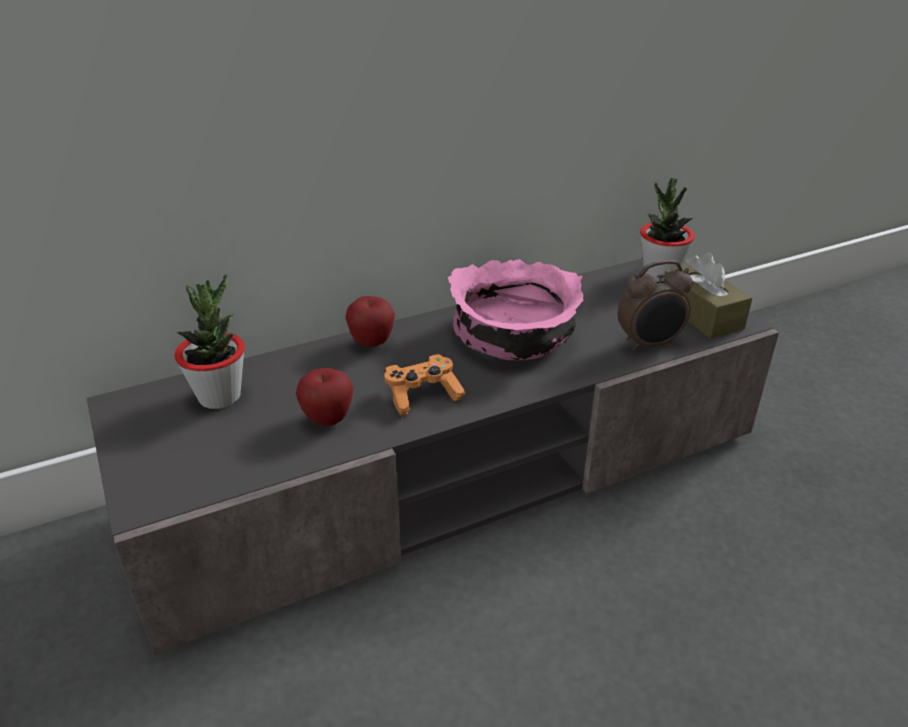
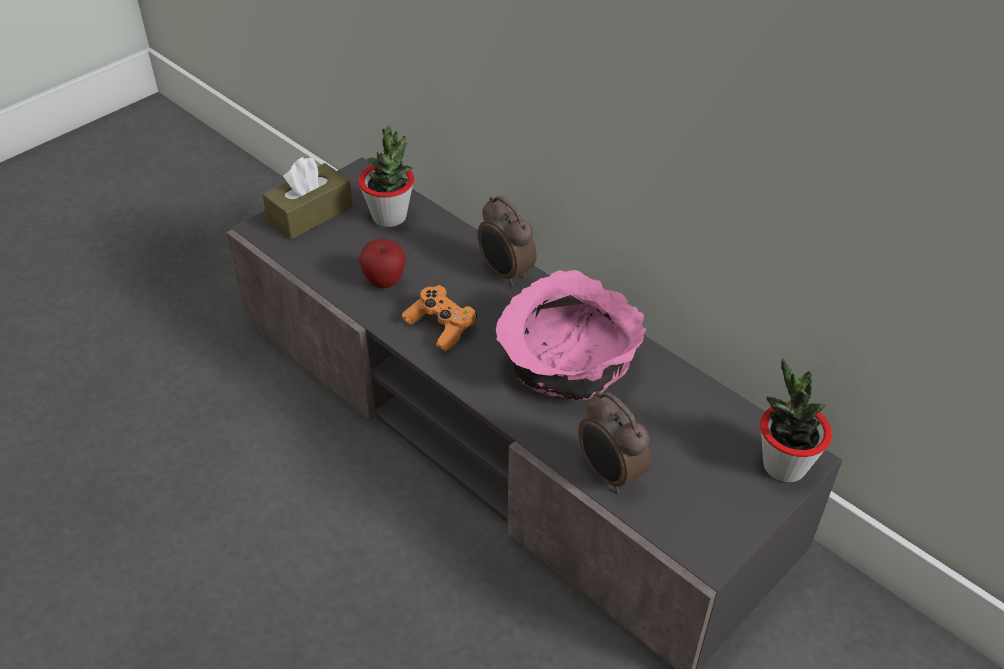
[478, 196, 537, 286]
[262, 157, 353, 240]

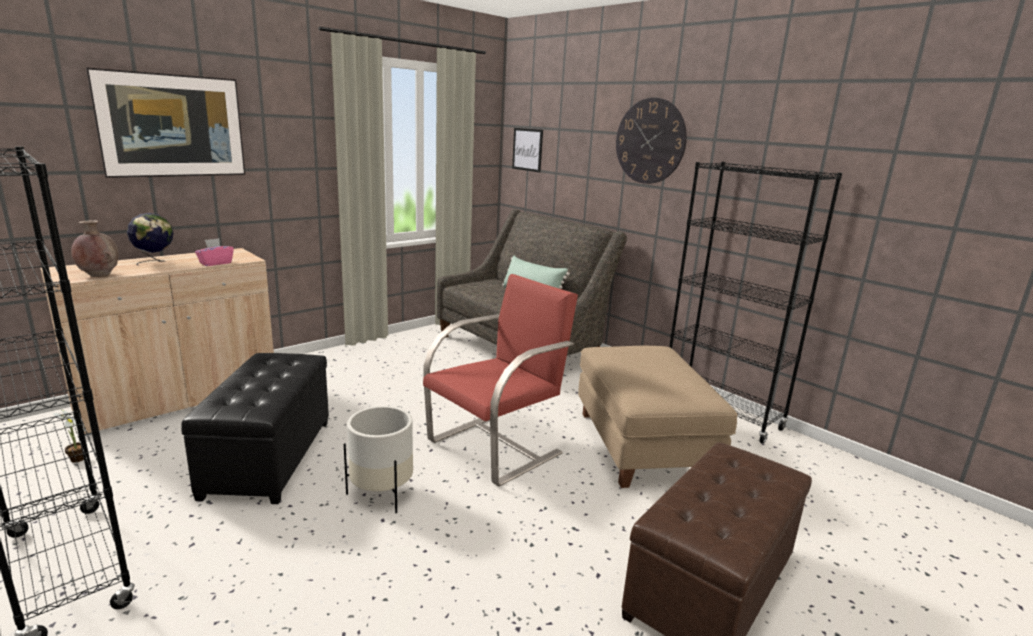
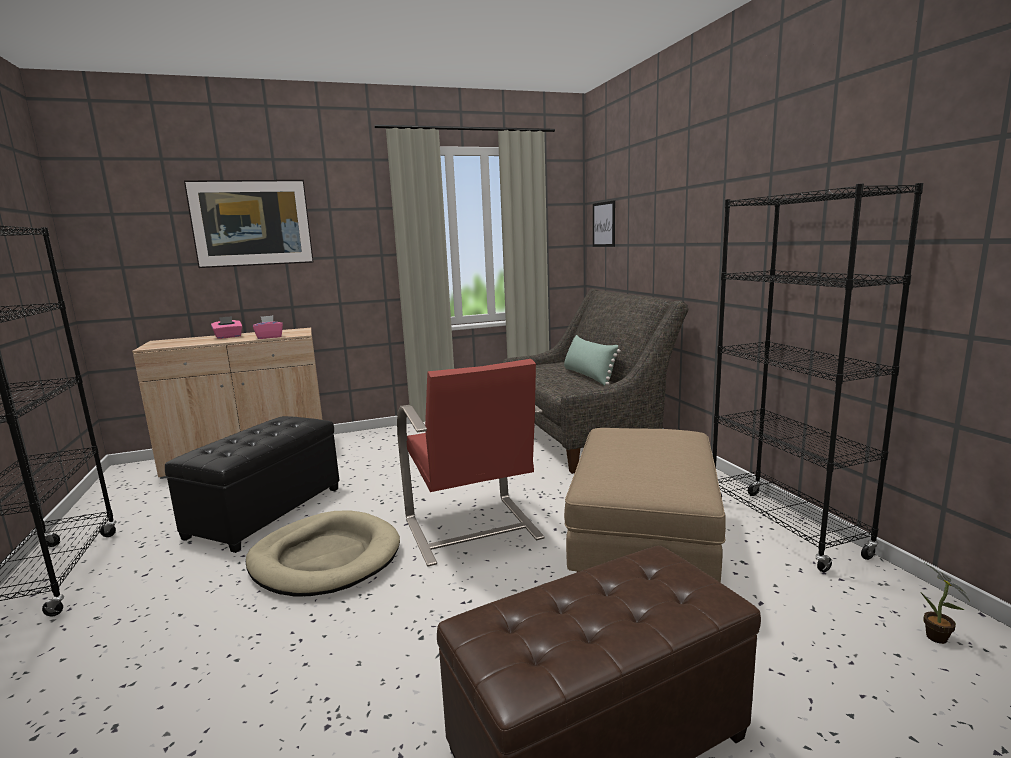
[921, 563, 970, 644]
[71, 220, 119, 277] (first image)
[211, 316, 242, 339]
[246, 510, 400, 597]
[397, 359, 545, 566]
[616, 97, 687, 184] (first image)

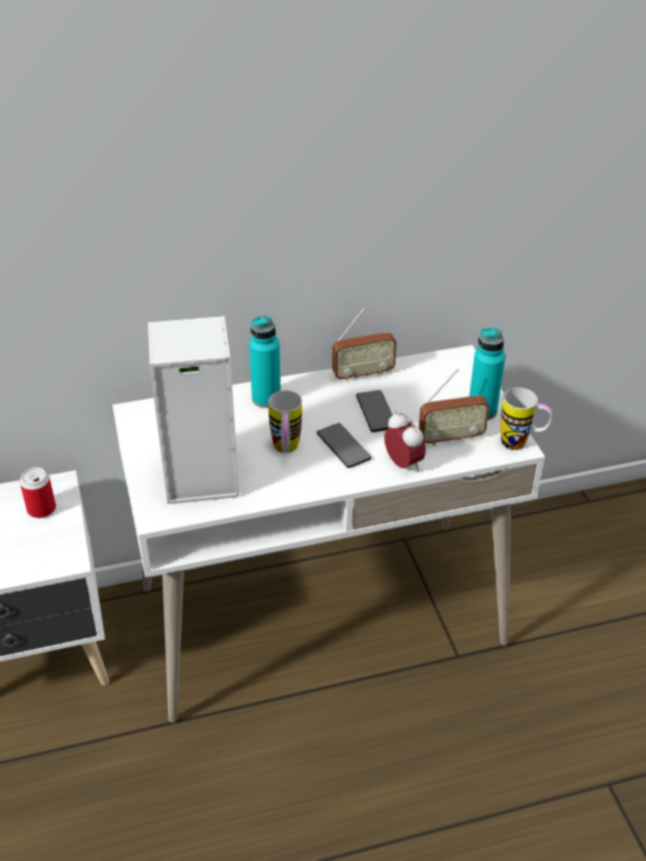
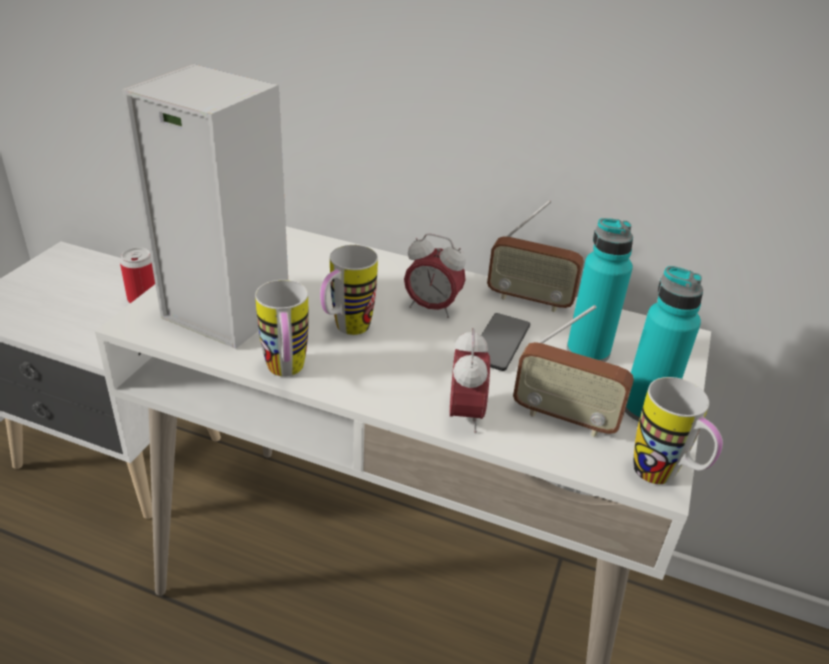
[567, 218, 633, 362]
[317, 423, 371, 468] (first image)
[255, 280, 309, 377]
[404, 233, 466, 318]

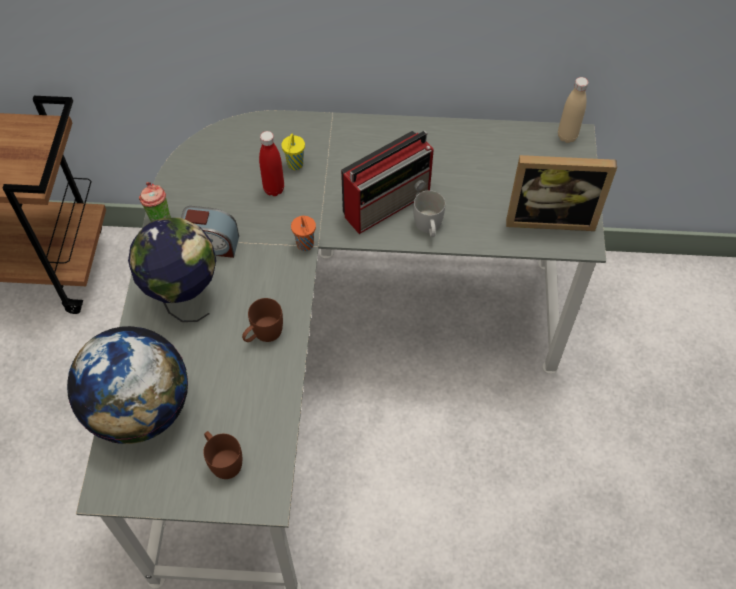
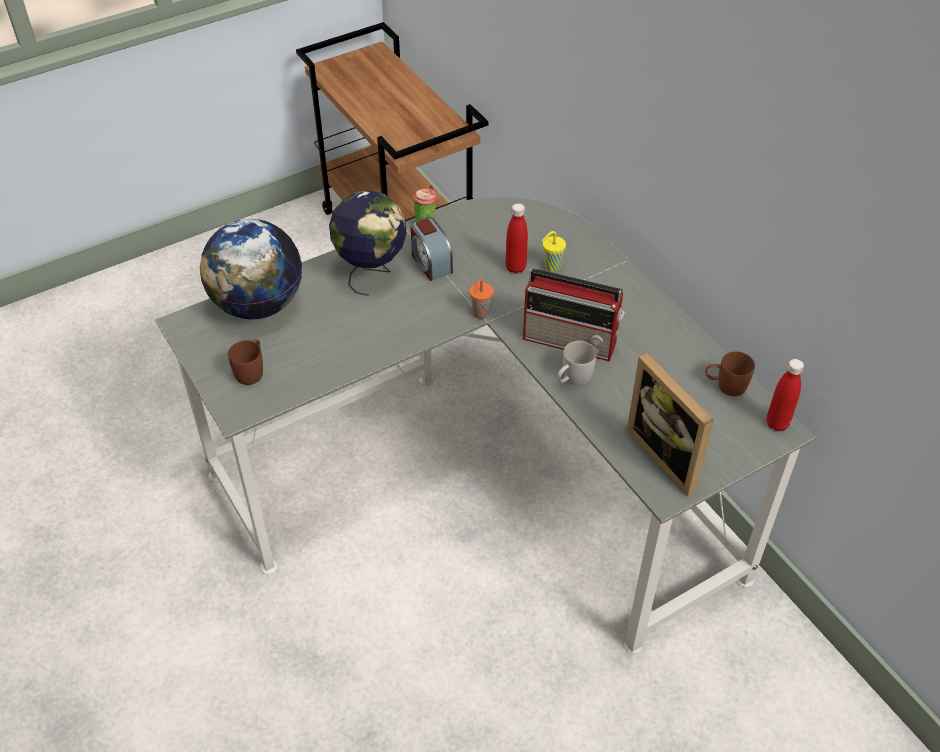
[705, 351, 755, 396]
[767, 359, 804, 431]

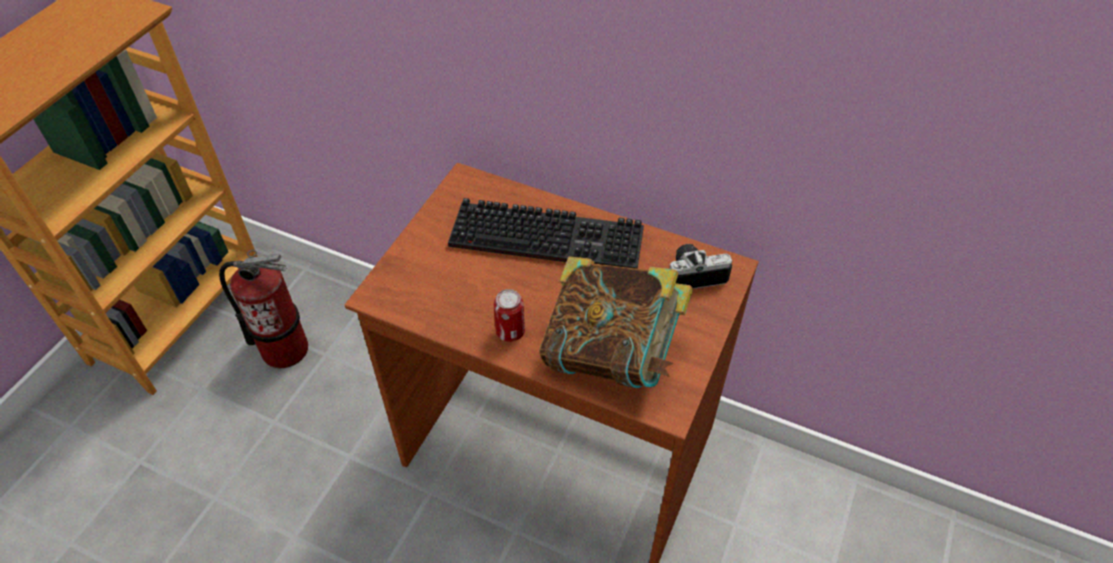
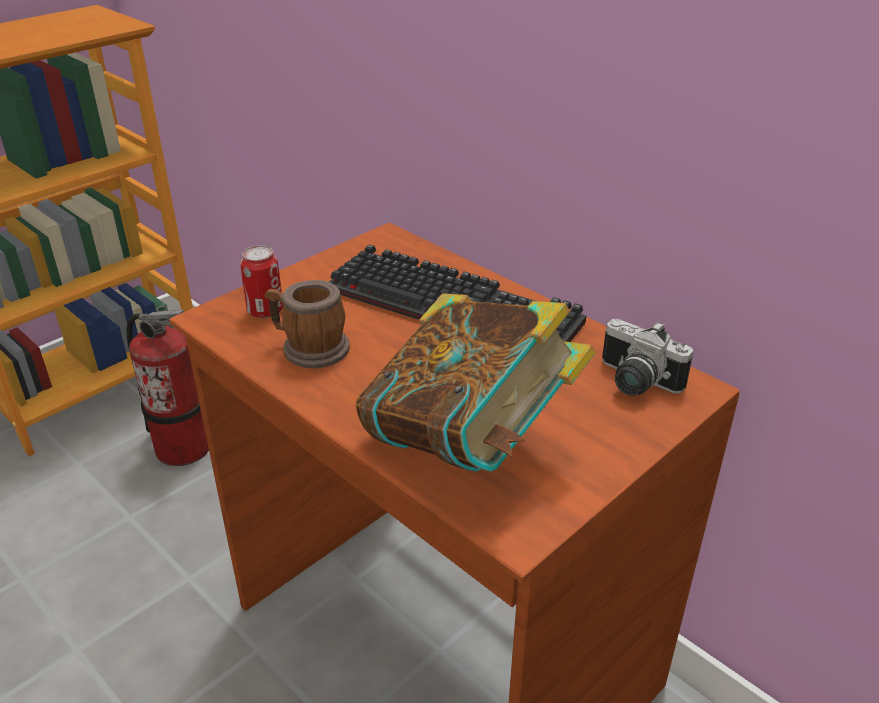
[240, 245, 283, 318]
[602, 319, 693, 396]
[265, 280, 350, 368]

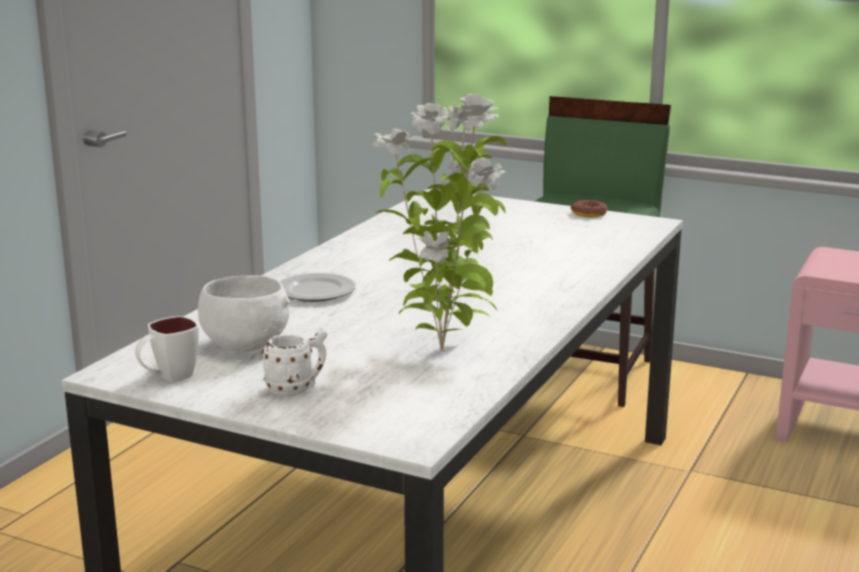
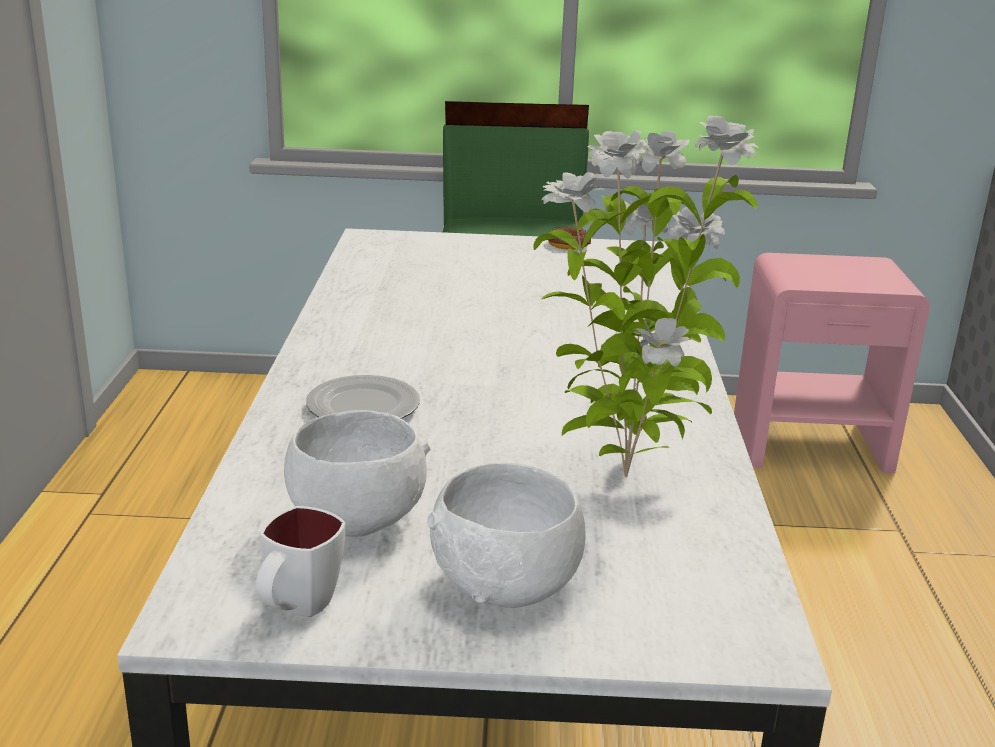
[427, 463, 586, 608]

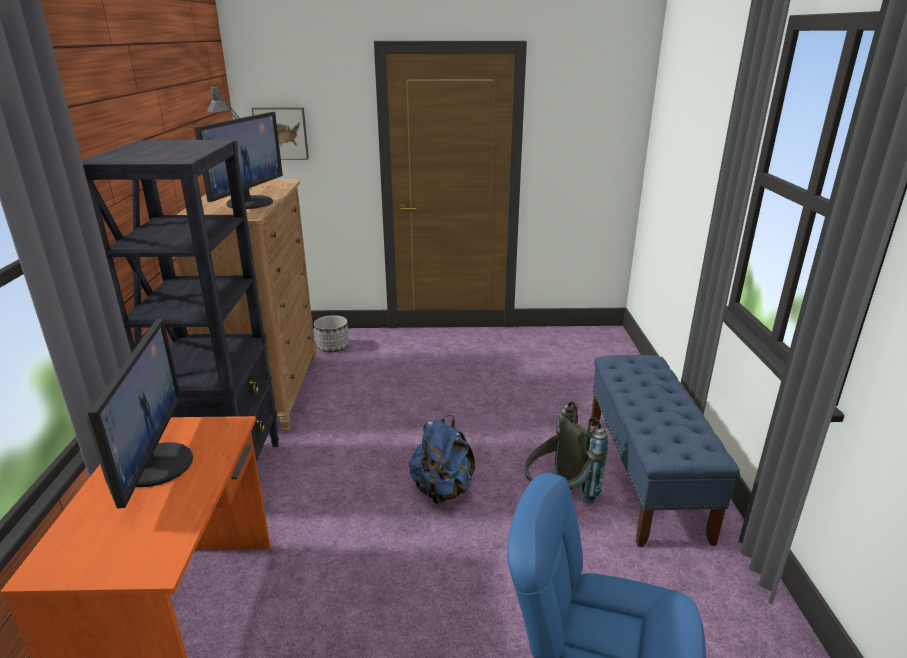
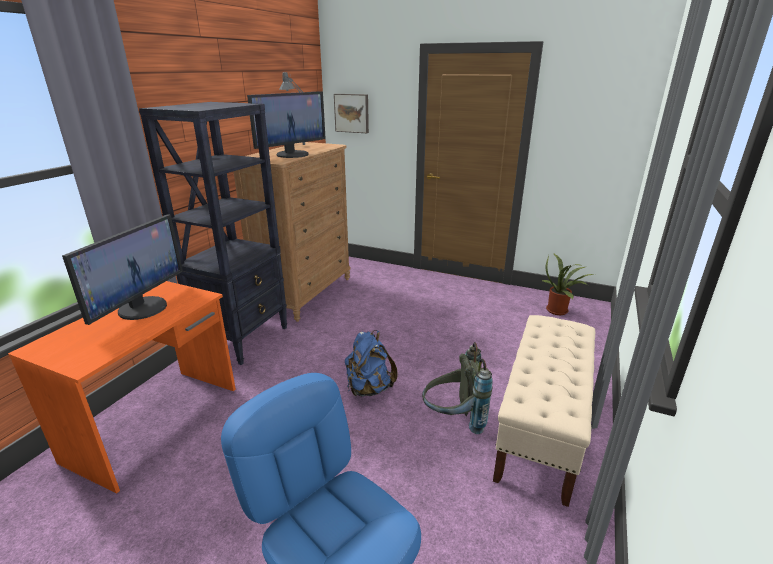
[314, 315, 349, 352] (first image)
[493, 315, 595, 507]
[542, 253, 595, 315]

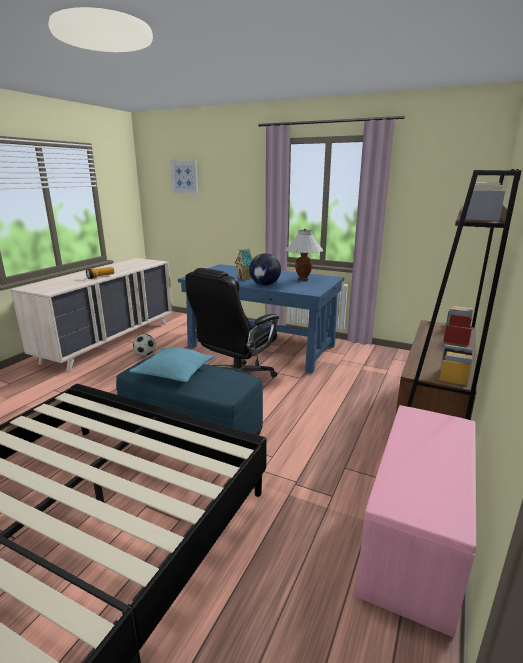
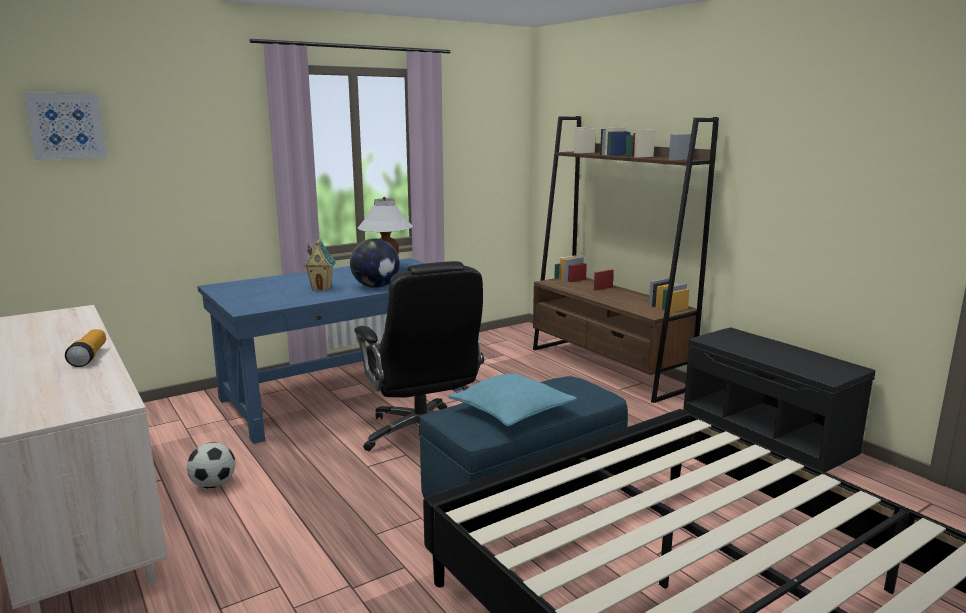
[683, 328, 875, 472]

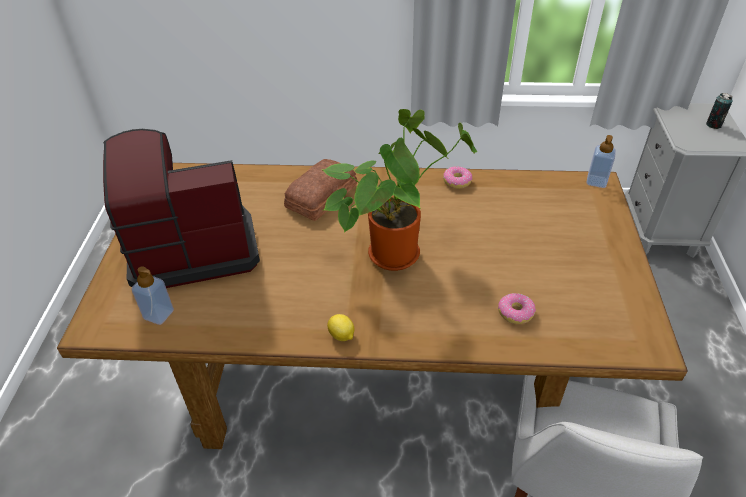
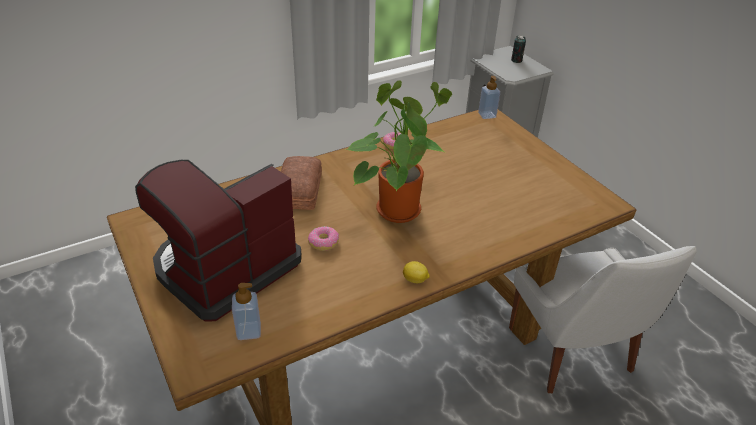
[308, 226, 339, 251]

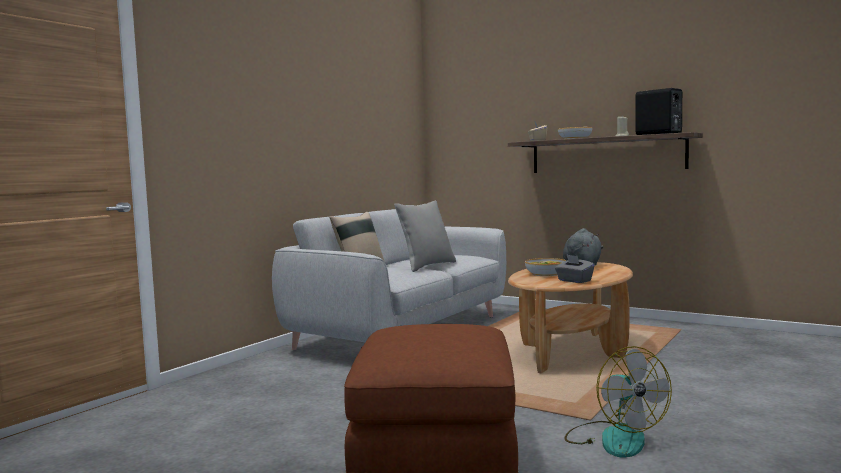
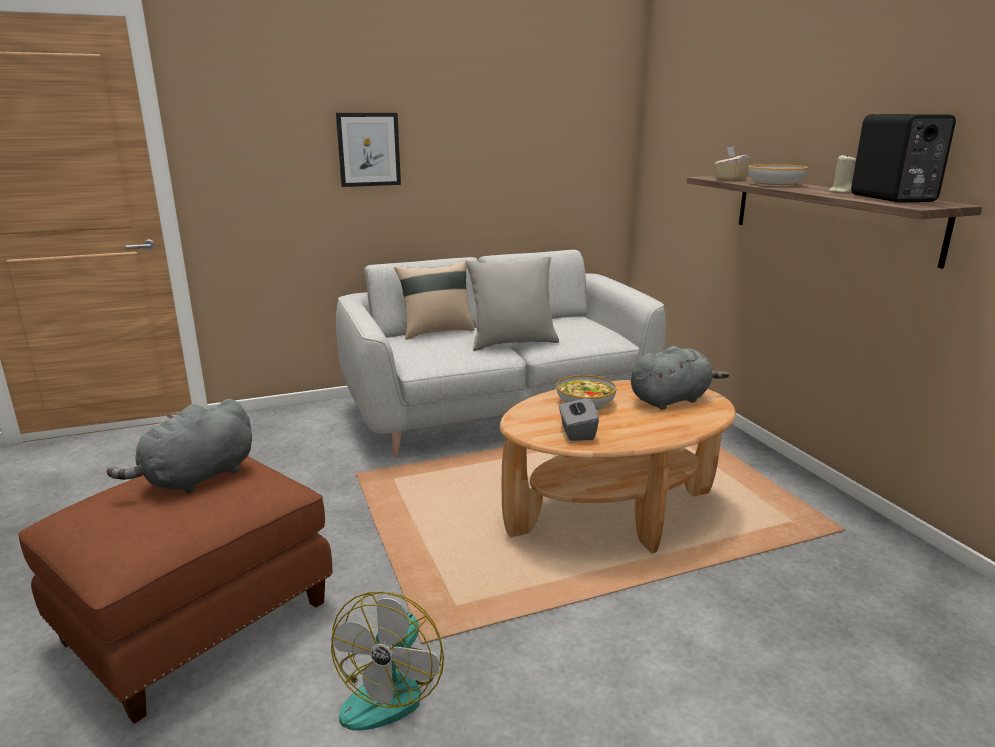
[106, 399, 252, 494]
[336, 113, 401, 187]

